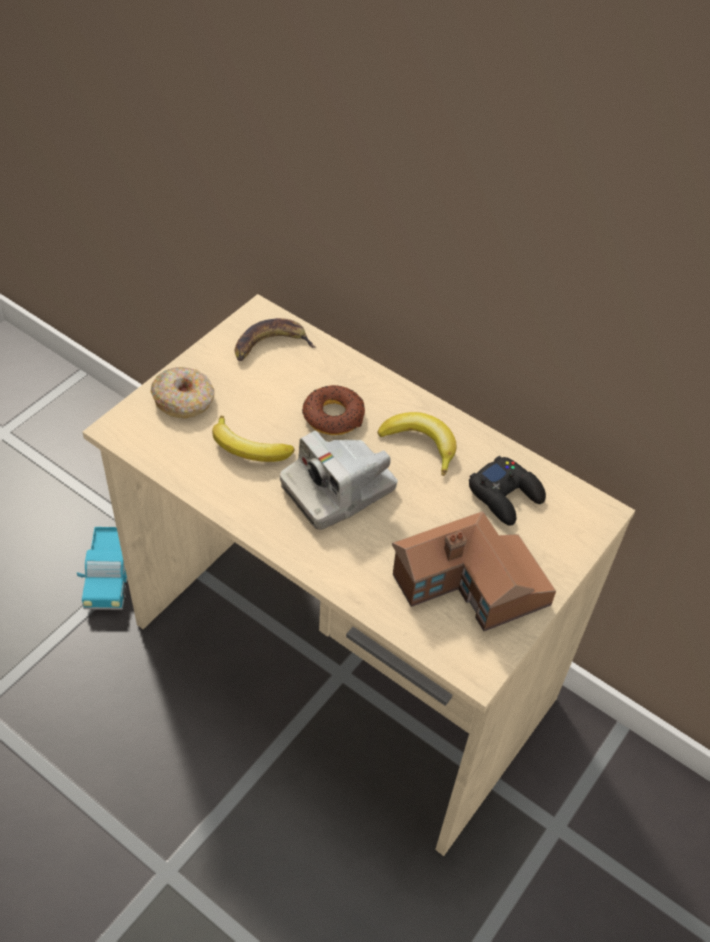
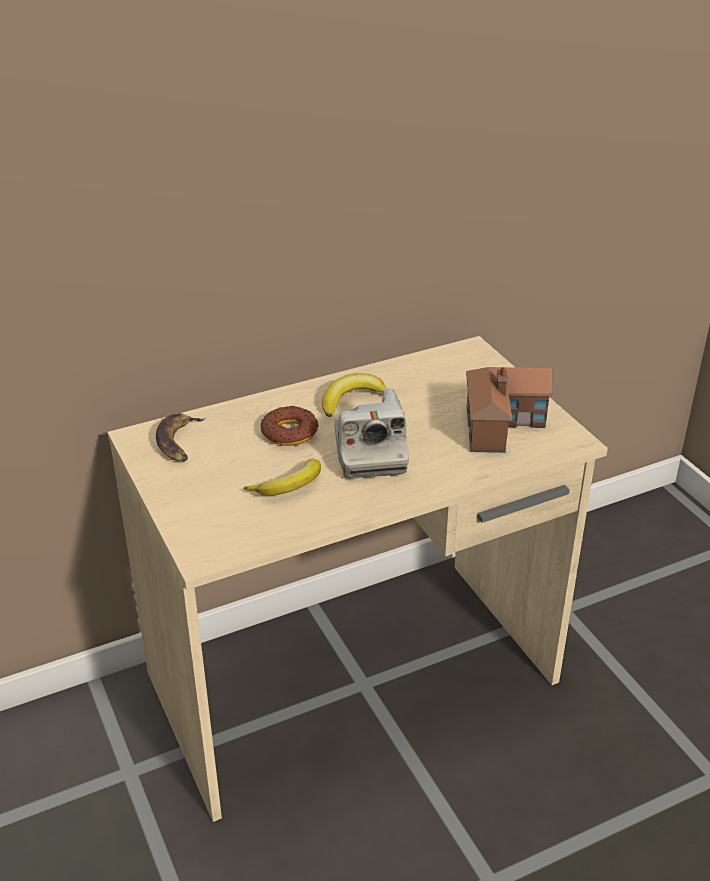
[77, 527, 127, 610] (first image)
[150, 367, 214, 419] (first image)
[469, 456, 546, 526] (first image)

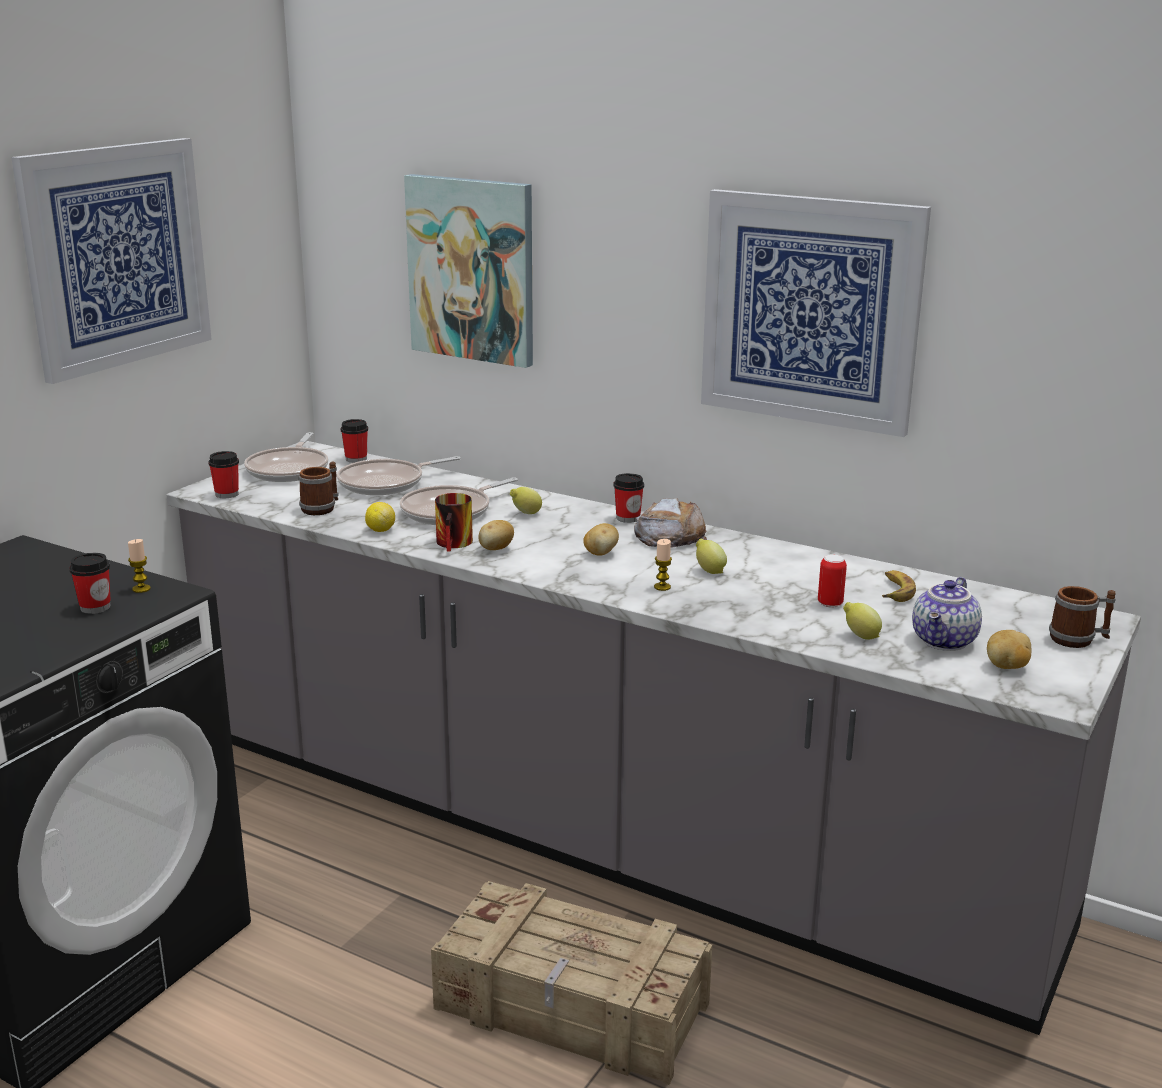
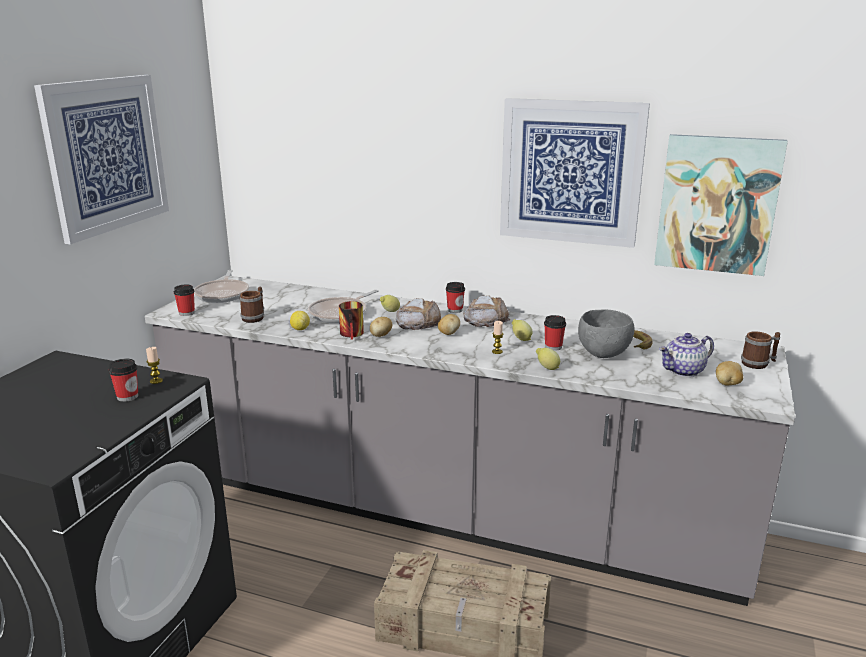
[337, 456, 461, 495] (first image)
[544, 315, 566, 351]
[654, 134, 788, 276]
[578, 310, 634, 358]
[536, 348, 560, 370]
[659, 333, 714, 377]
[396, 298, 441, 330]

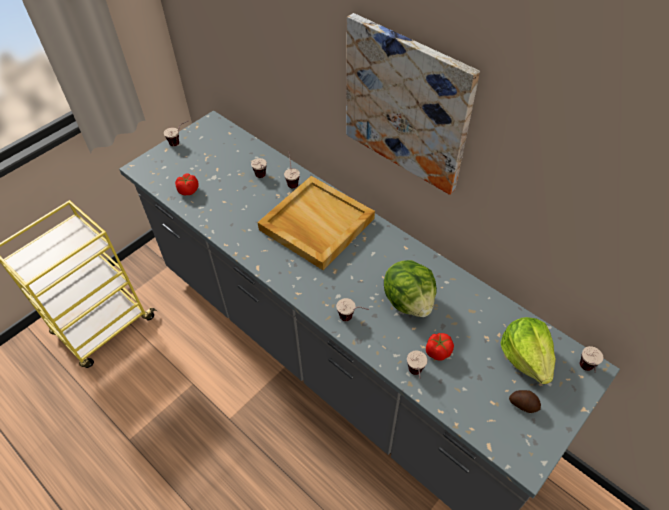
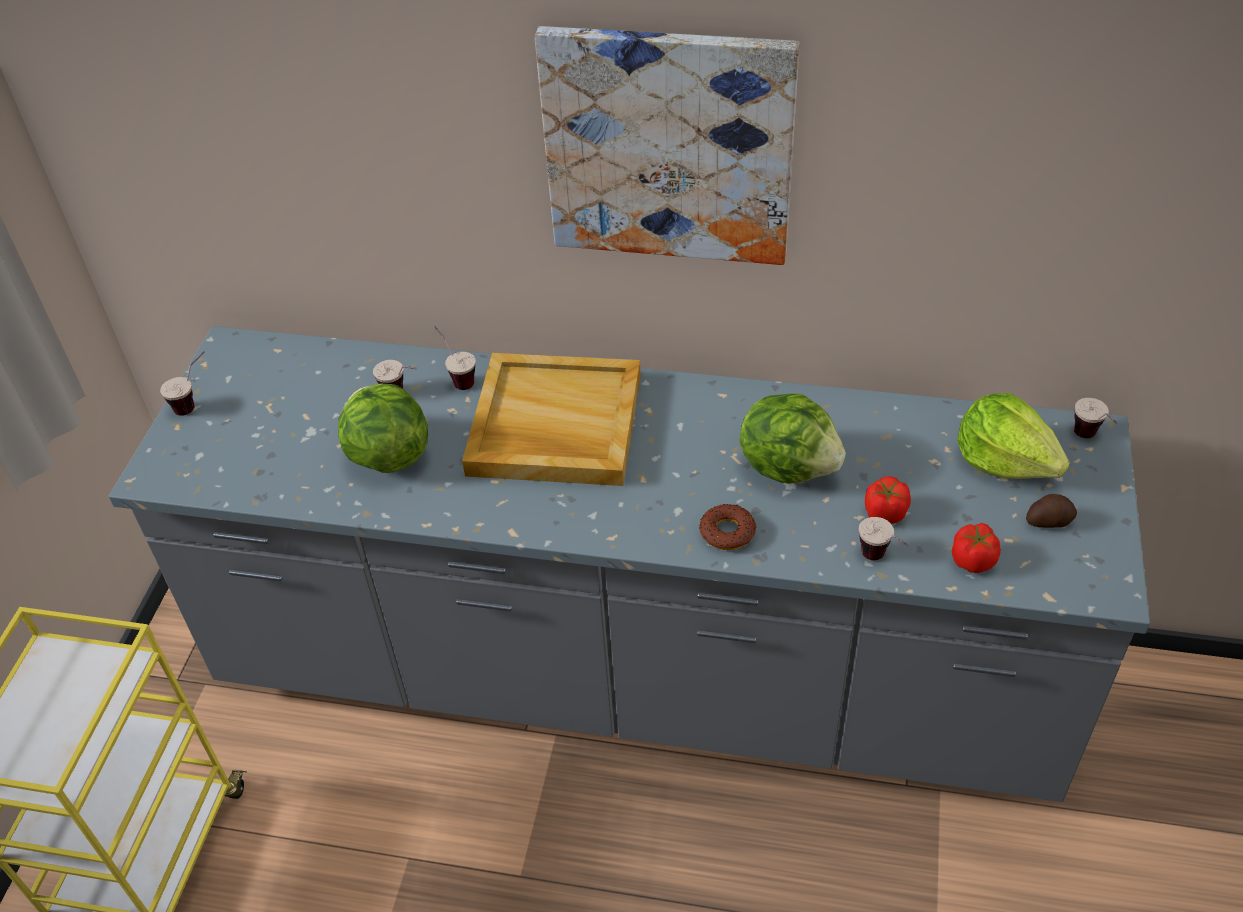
[952, 523, 1001, 573]
[699, 504, 756, 550]
[338, 384, 428, 473]

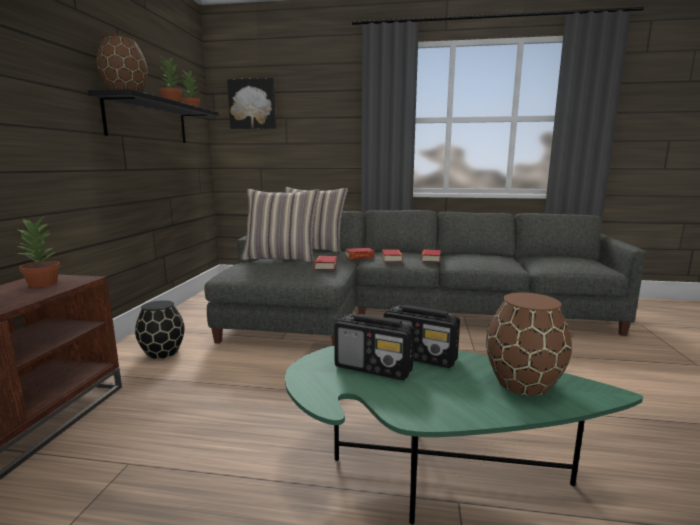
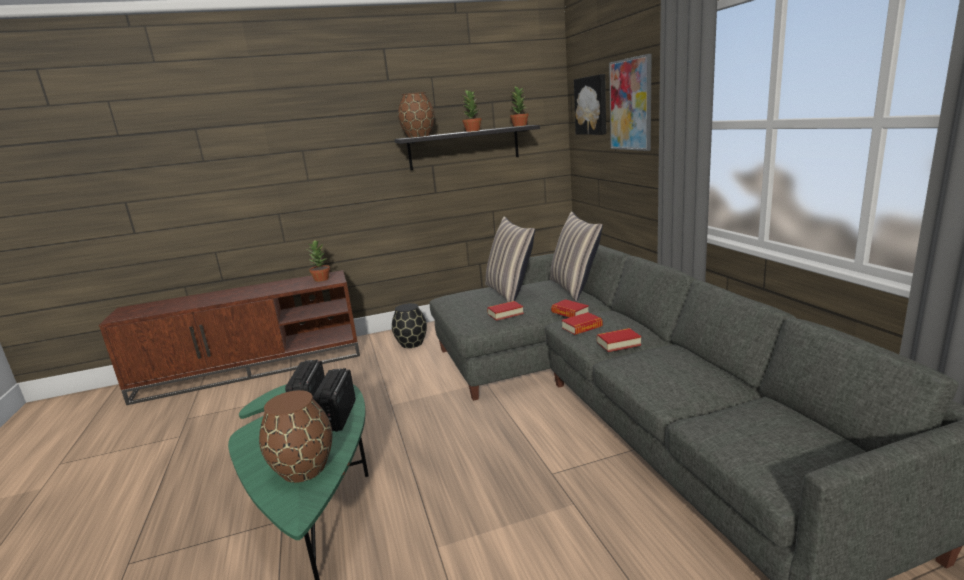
[609, 54, 652, 151]

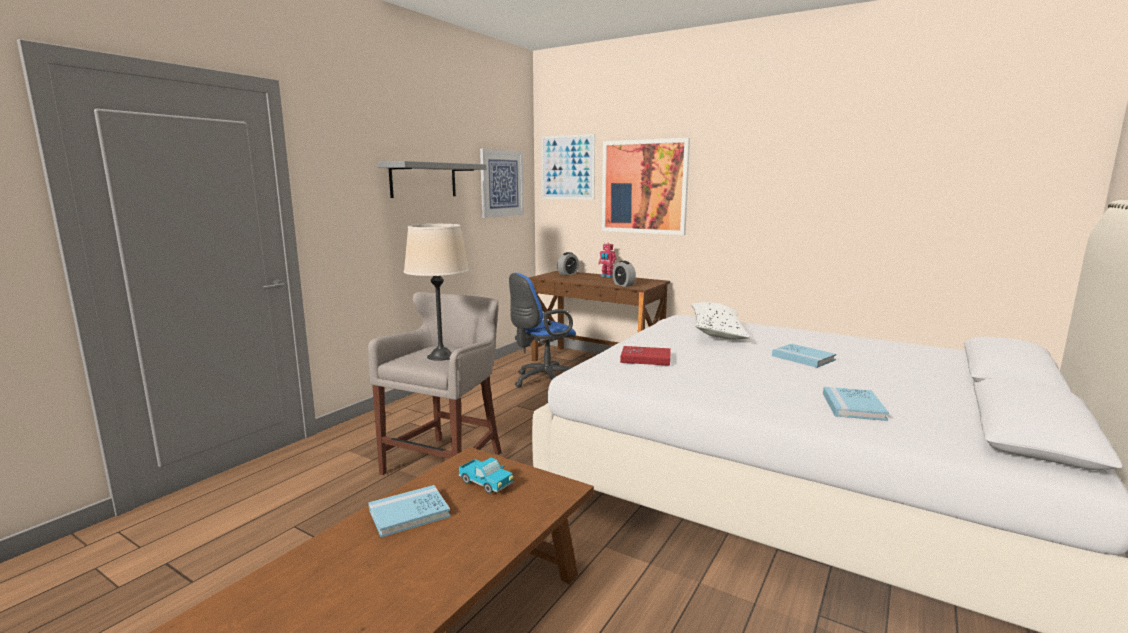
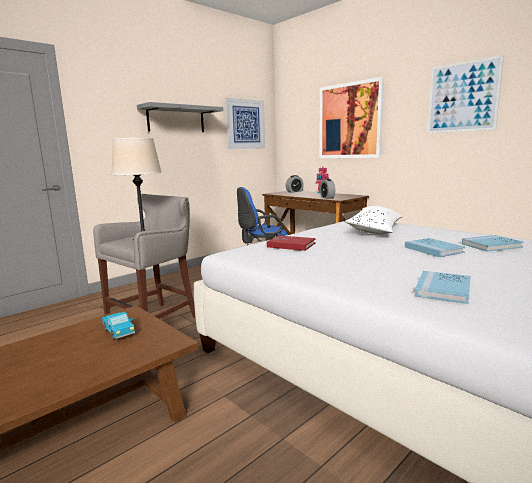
[462, 235, 524, 252]
[428, 55, 504, 133]

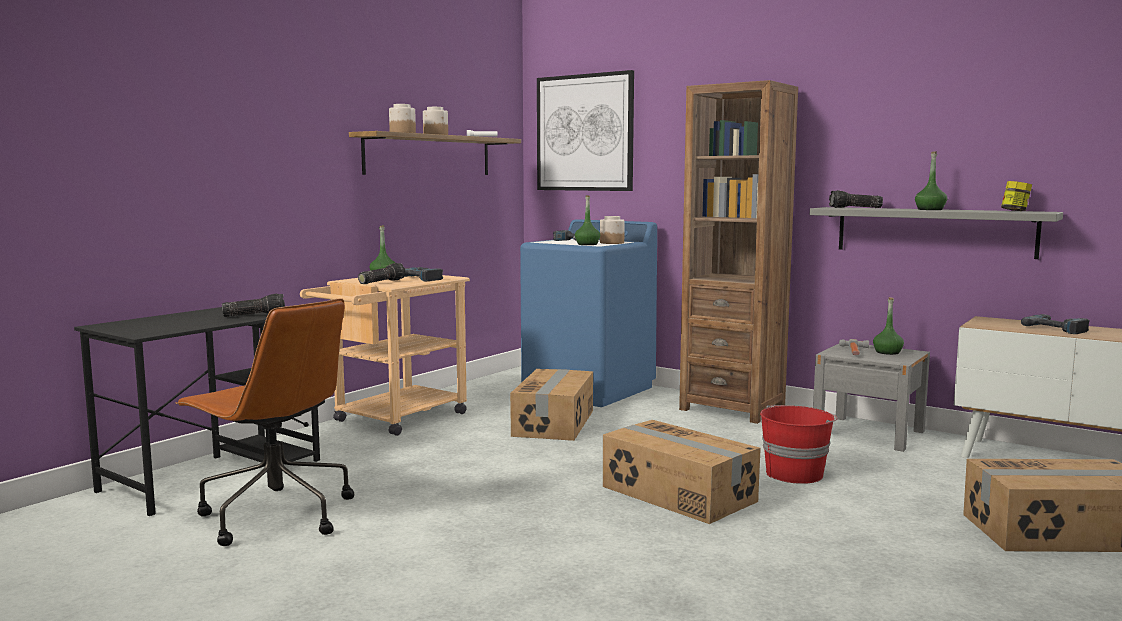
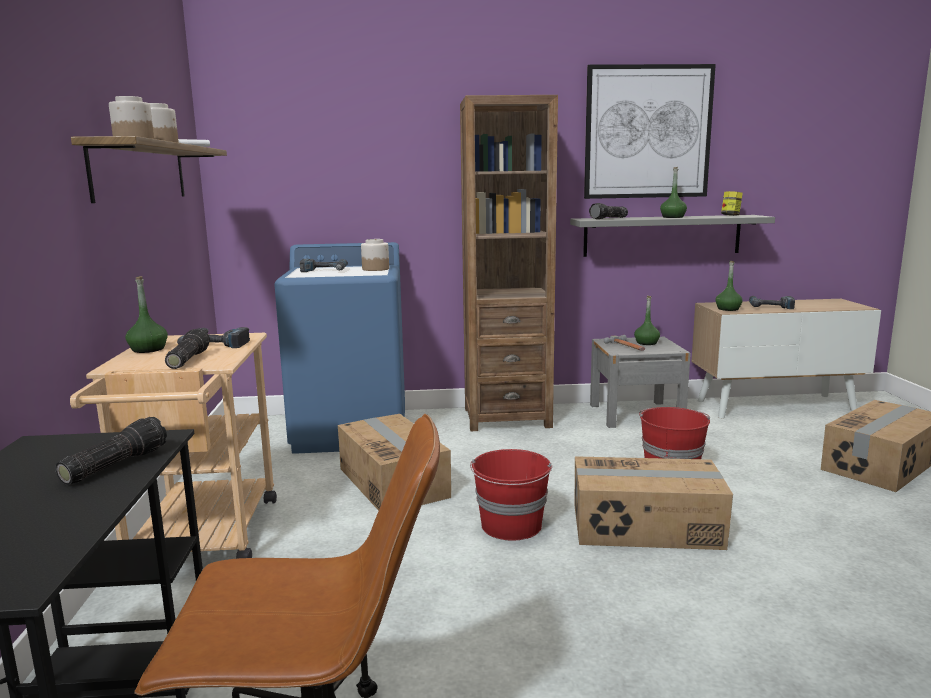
[584, 64, 716, 199]
[715, 261, 743, 311]
[470, 449, 552, 541]

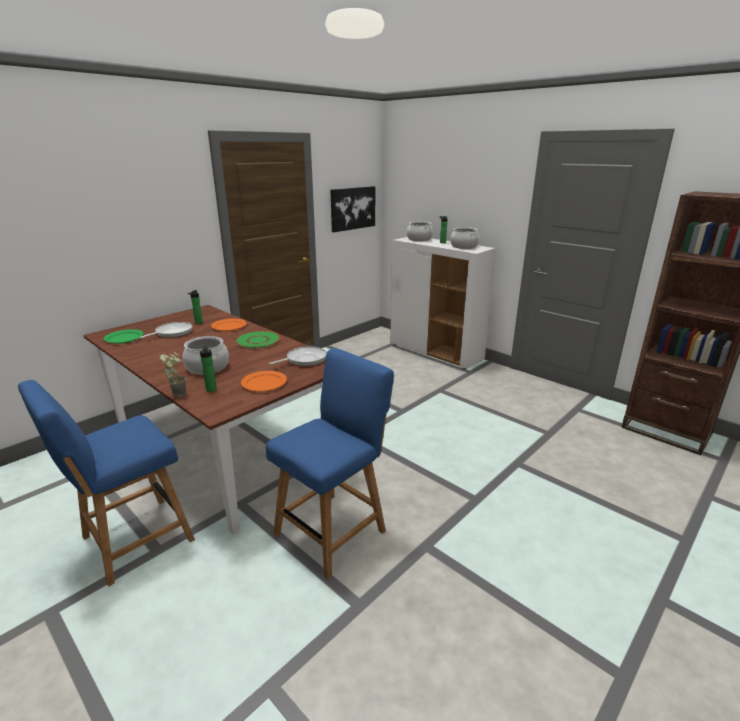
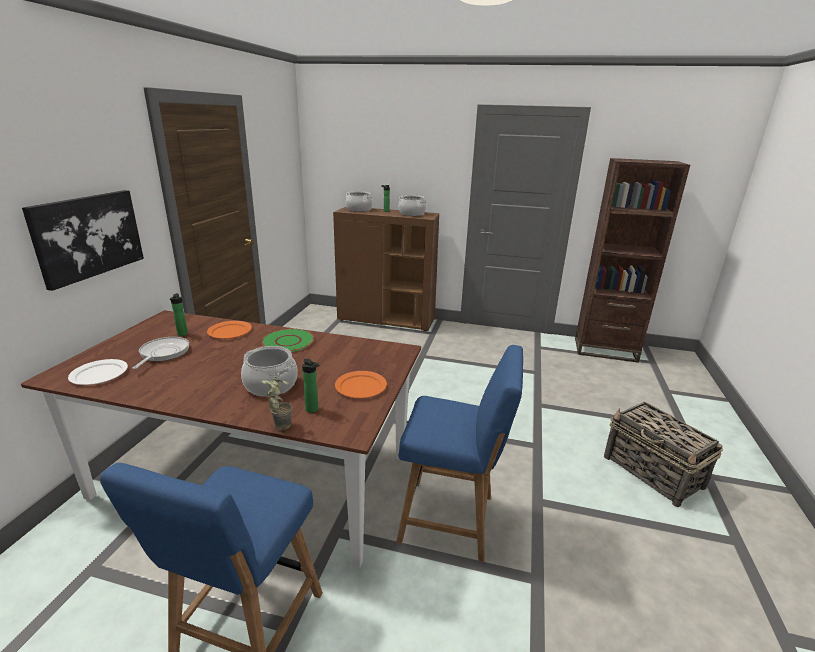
[68, 359, 128, 385]
[396, 345, 523, 562]
[269, 346, 327, 366] (first image)
[22, 190, 144, 291]
[333, 207, 439, 332]
[604, 402, 723, 507]

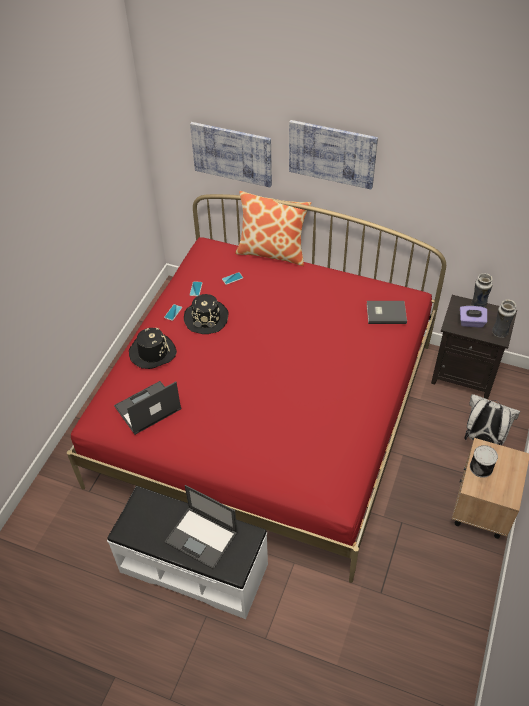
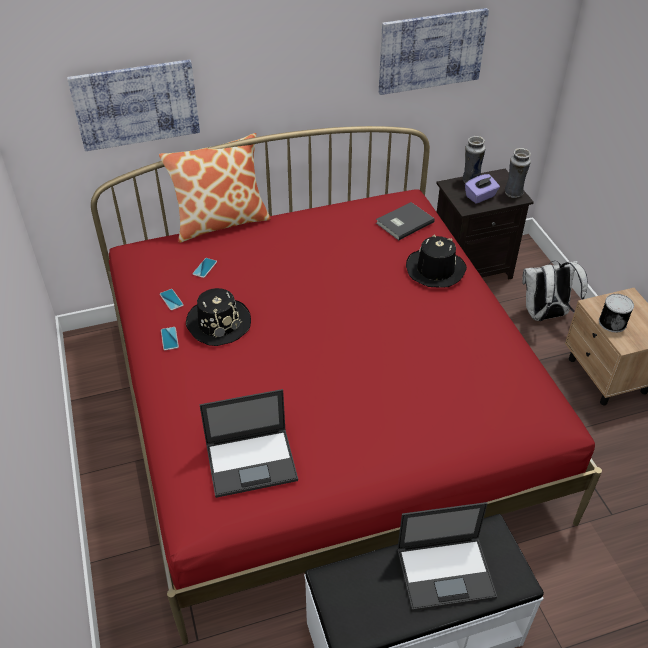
[200, 389, 298, 498]
[406, 235, 467, 288]
[379, 8, 489, 95]

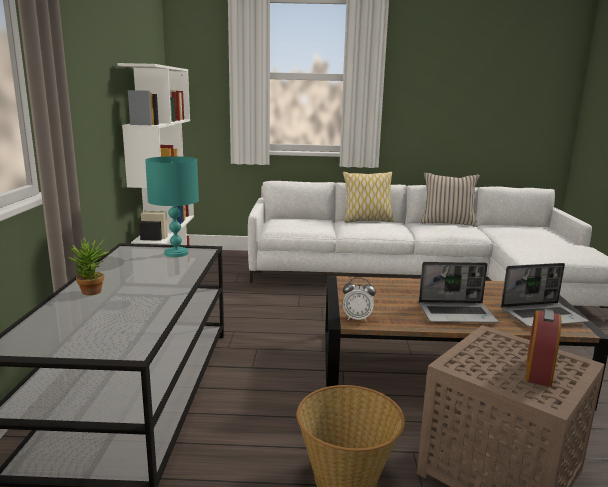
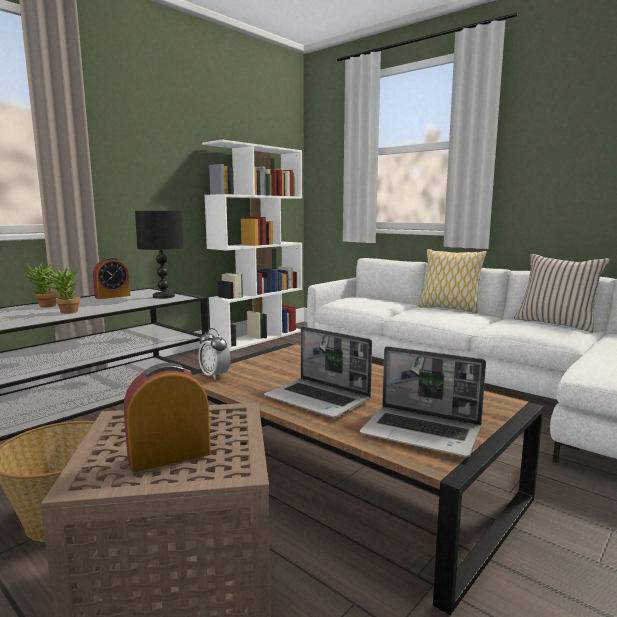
[135, 211, 184, 299]
[40, 266, 80, 314]
[93, 257, 131, 299]

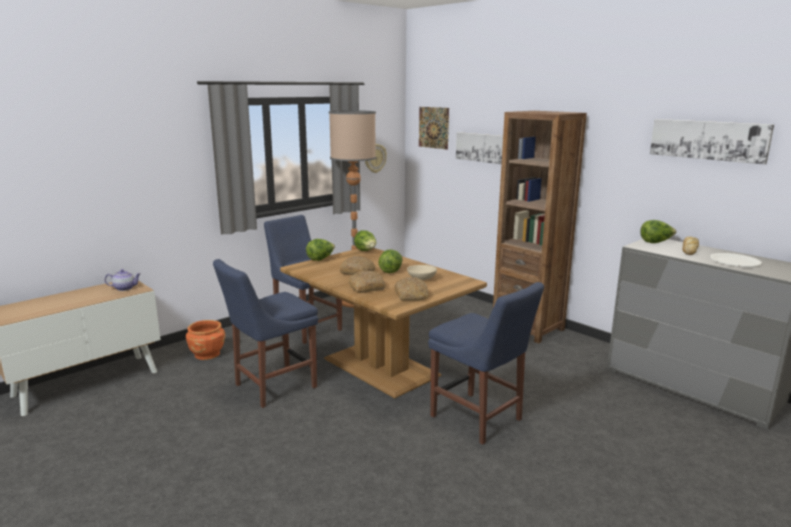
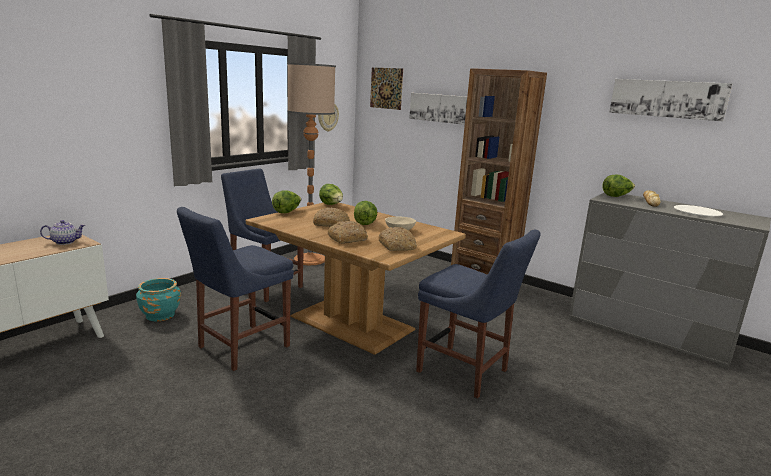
[136, 278, 181, 321]

